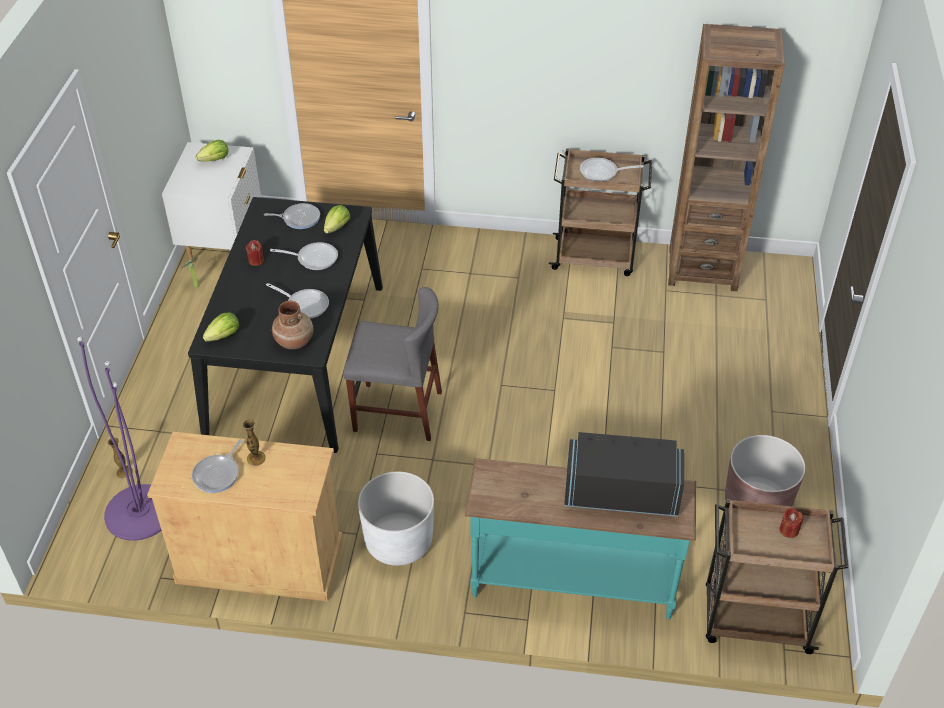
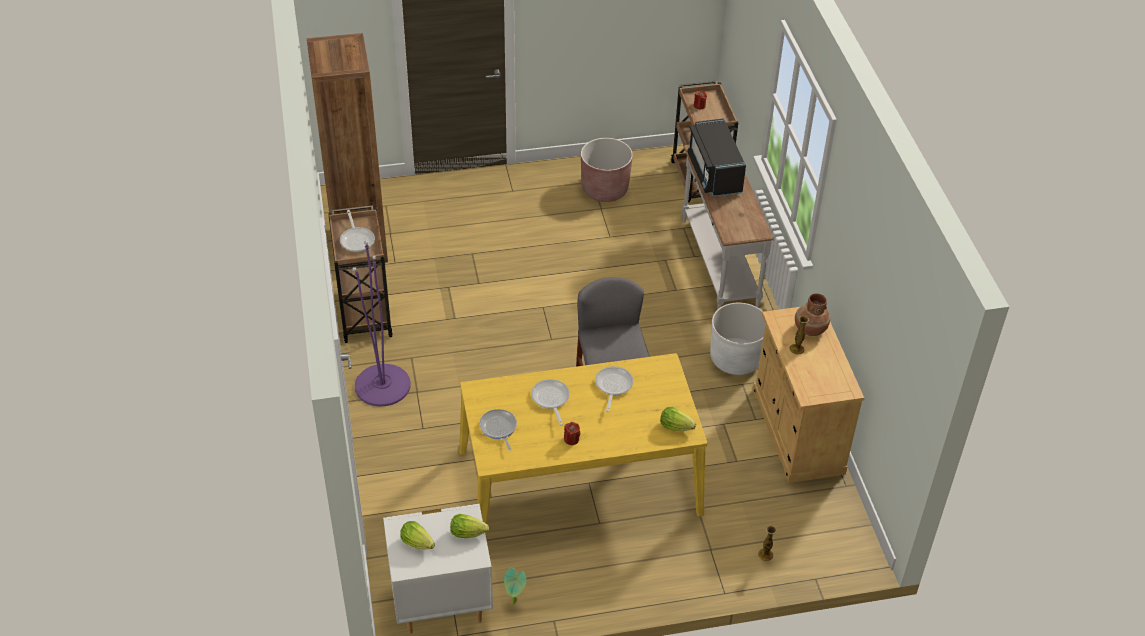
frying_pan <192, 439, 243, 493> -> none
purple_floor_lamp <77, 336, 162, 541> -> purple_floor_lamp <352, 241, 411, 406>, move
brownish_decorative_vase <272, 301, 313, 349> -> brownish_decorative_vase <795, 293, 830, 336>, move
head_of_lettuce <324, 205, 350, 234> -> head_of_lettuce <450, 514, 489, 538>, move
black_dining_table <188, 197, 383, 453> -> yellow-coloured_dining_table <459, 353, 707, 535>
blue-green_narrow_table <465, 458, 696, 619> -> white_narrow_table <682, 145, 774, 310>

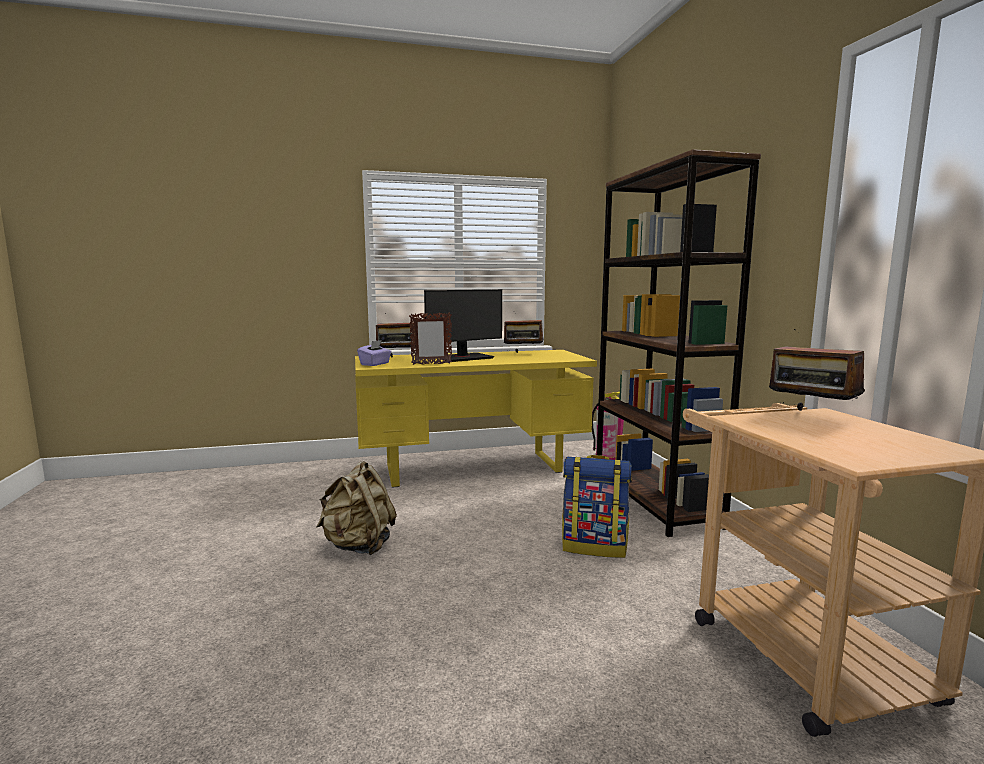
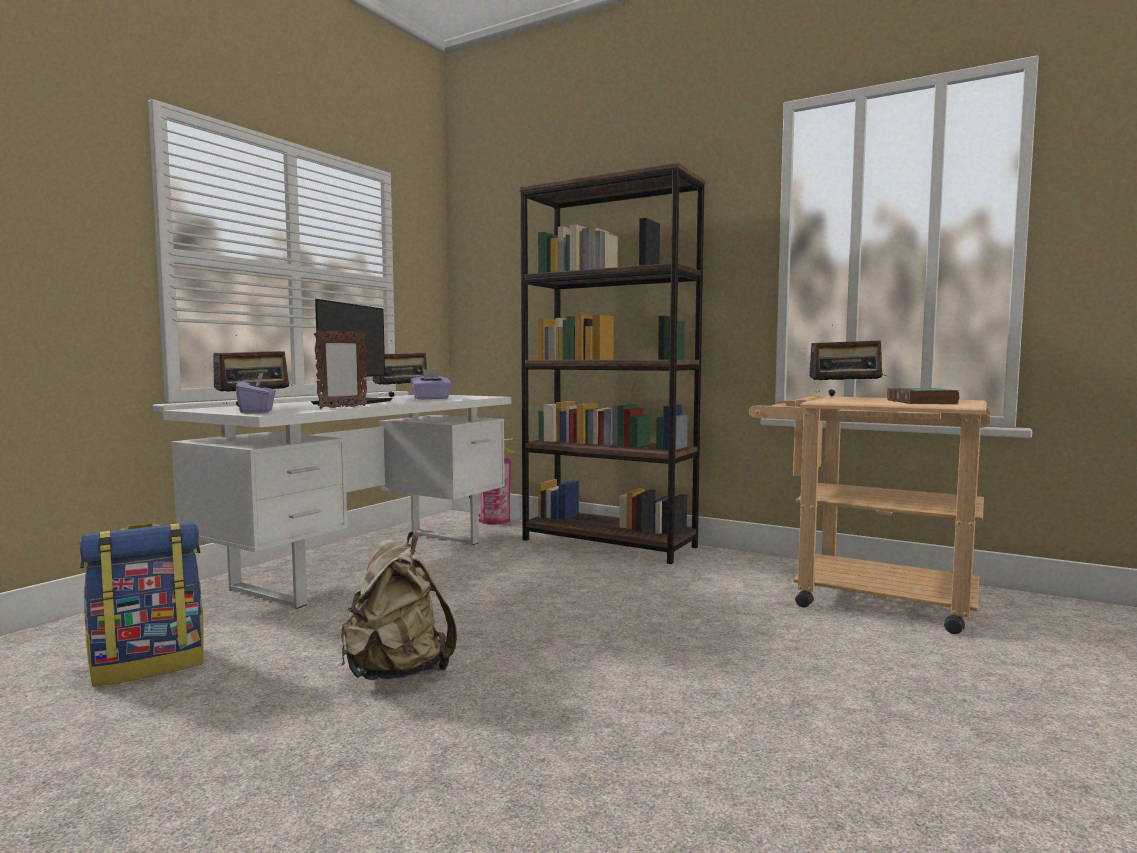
none -> purple_tissue_box <410, 369, 452, 399>
none -> volume <887, 388, 959, 404>
knapsack <562, 455, 632, 558> -> knapsack <79, 522, 204, 687>, move
yellow-coloured_desk_table <355, 350, 597, 488> -> white_desk_table <163, 395, 511, 609>

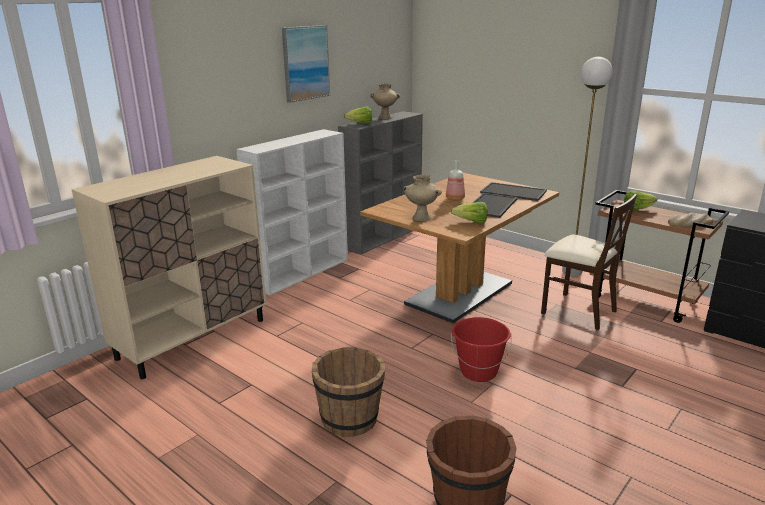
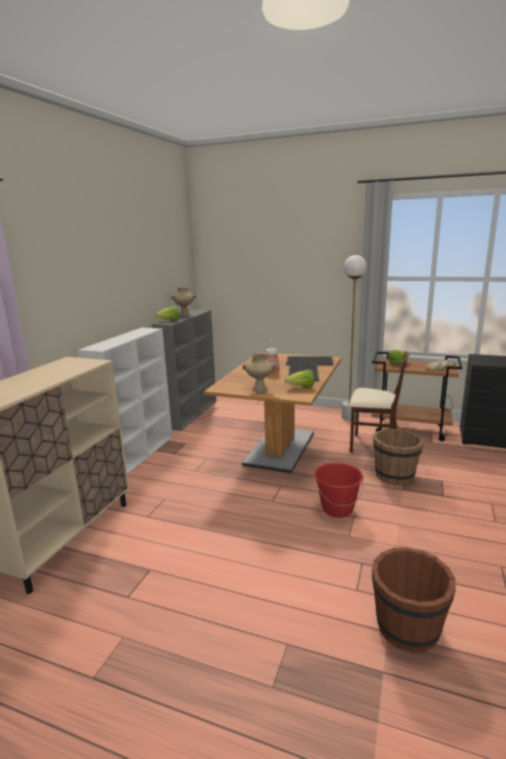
wall_picture <282, 25, 330, 103> -> none
brownish_pail <312, 348, 385, 437> -> brownish_pail <373, 429, 424, 485>, move

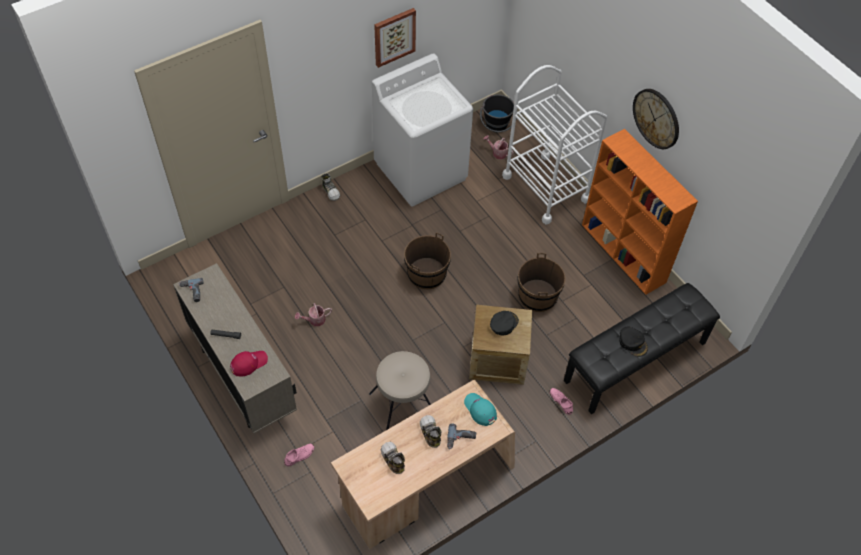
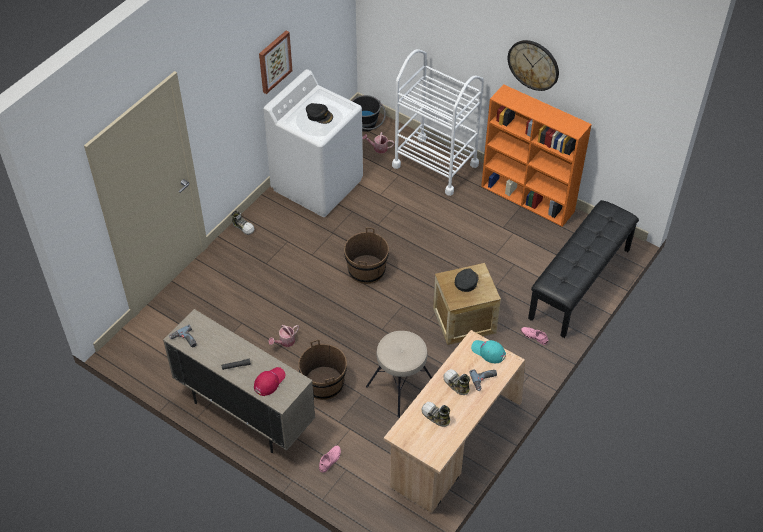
brownish_pail <518, 253, 566, 312> -> brownish_pail <298, 340, 347, 400>, move
black_cap <619, 326, 648, 357> -> black_cap <306, 103, 333, 124>, move

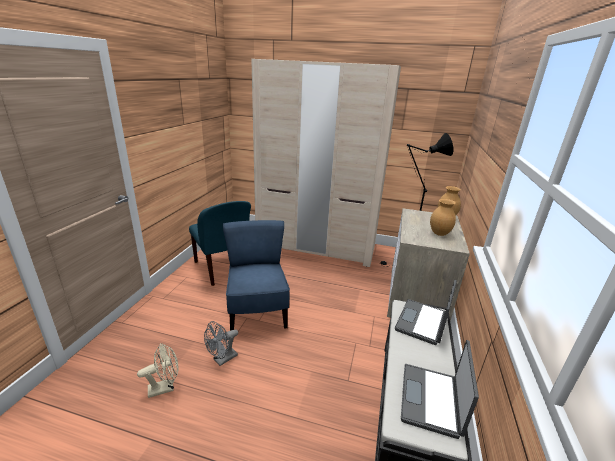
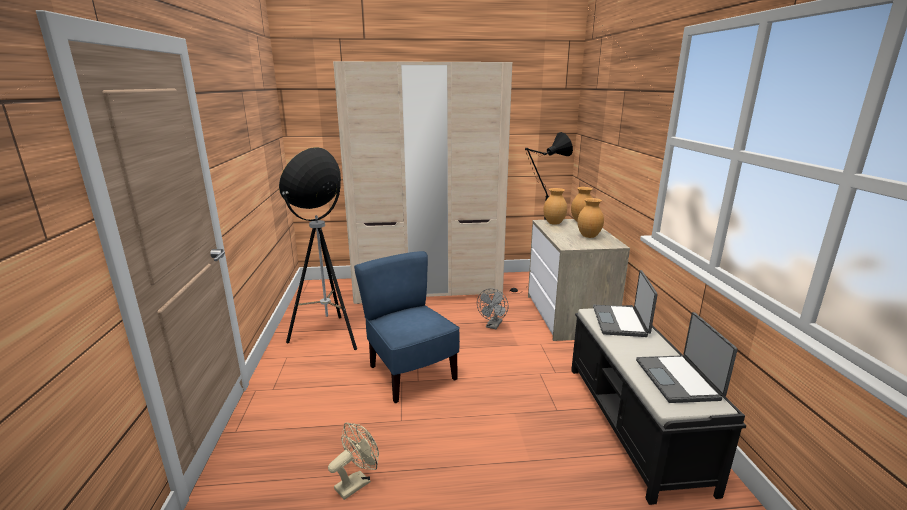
none -> brownish_decorative_vase <543, 188, 567, 225>
gray_fan <204, 321, 238, 366> -> gray_fan <477, 288, 508, 329>, move
blue-coloured_chair <189, 201, 251, 286> -> floor_lamp <279, 147, 357, 350>

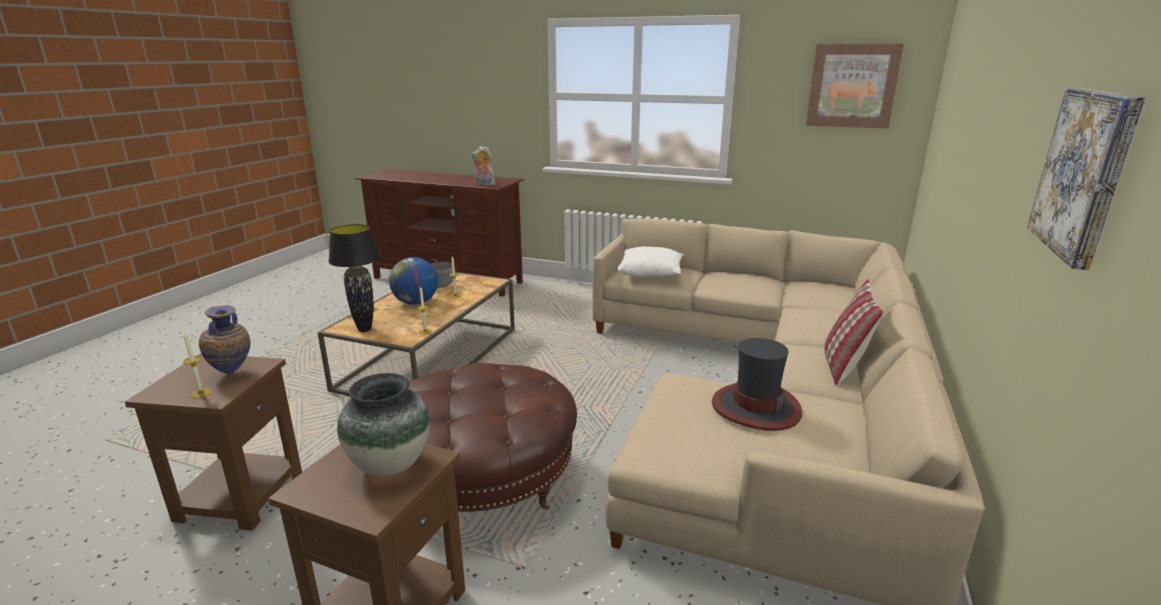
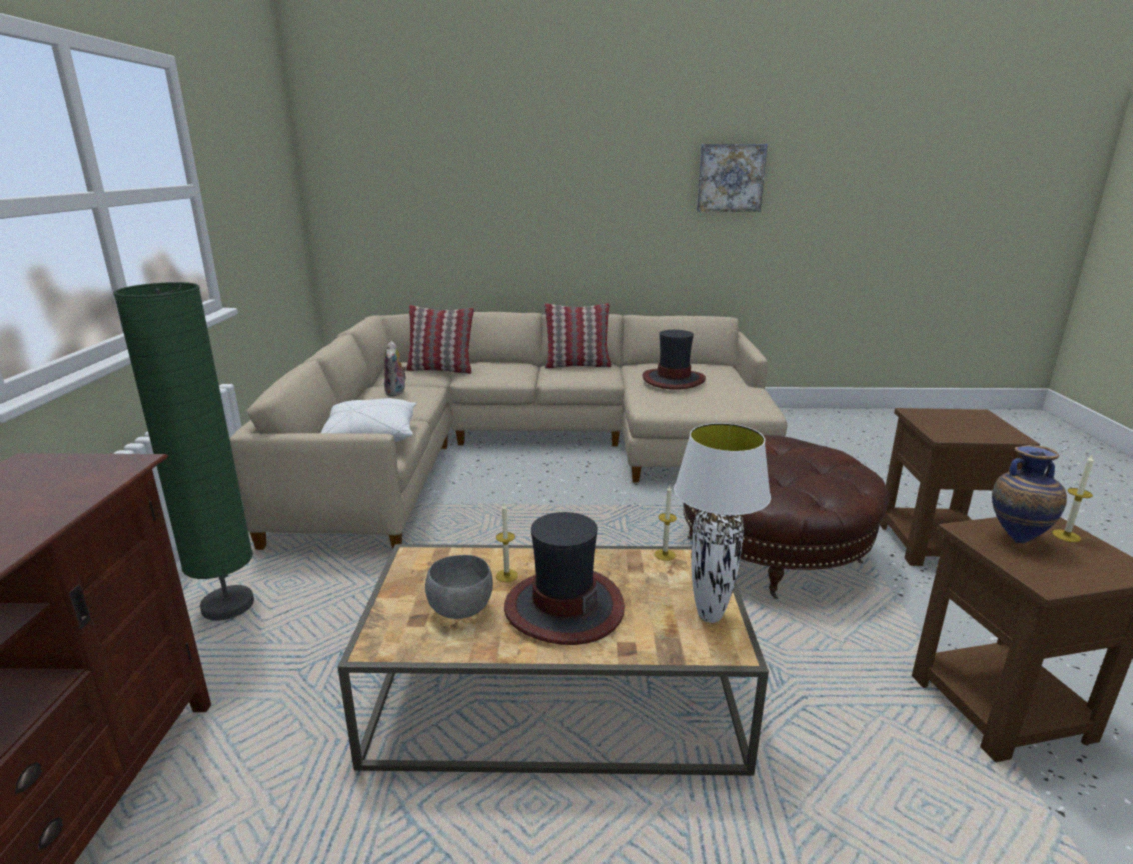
decorative_vase <337, 373, 430, 477> -> none
wall_picture <806, 44, 904, 128> -> none
none -> green-coloured_floor_lamp <113, 282, 254, 620>
none -> pillow <406, 305, 474, 374>
soft_toy <471, 146, 495, 186> -> soft_toy <384, 341, 407, 396>, move
desk_globe <389, 257, 438, 305> -> clothing_hat <504, 512, 625, 645>
black_tabletop_lamp <328, 224, 380, 332> -> white_tabletop_lamp <674, 423, 771, 623>

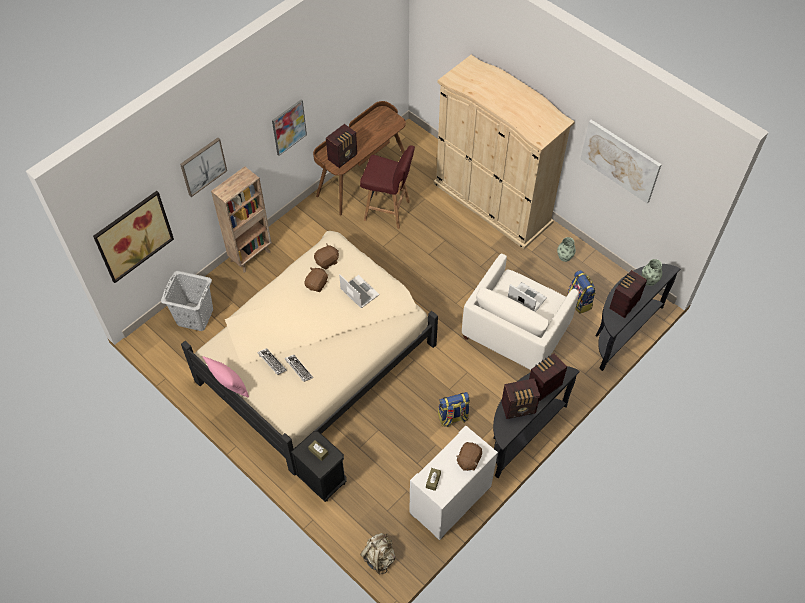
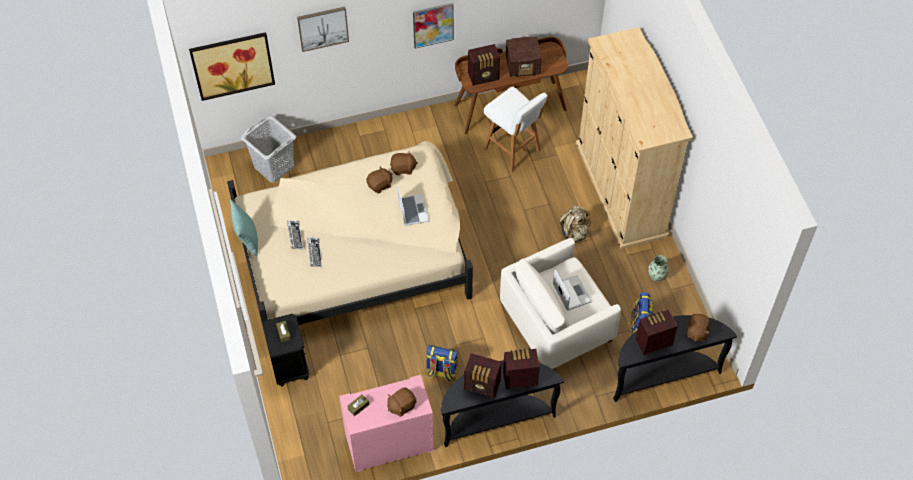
brownish_shelving_unit <211, 166, 272, 272> -> none
wall_picture <581, 120, 662, 203> -> none
none -> radio <506, 36, 542, 77>
sand-coloured_knapsack <360, 533, 396, 575> -> sand-coloured_knapsack <559, 206, 591, 242>, move
decorative_vase <642, 259, 662, 286> -> brownish_soft_toy <687, 314, 710, 341>
pink-coloured_pillow <203, 356, 249, 397> -> blue-green_pillow <230, 199, 258, 256>
red-coloured_stool <360, 145, 415, 229> -> white_stool <484, 87, 548, 172>
white_dresser <409, 425, 498, 541> -> pink-coloured_dresser <339, 375, 434, 472>

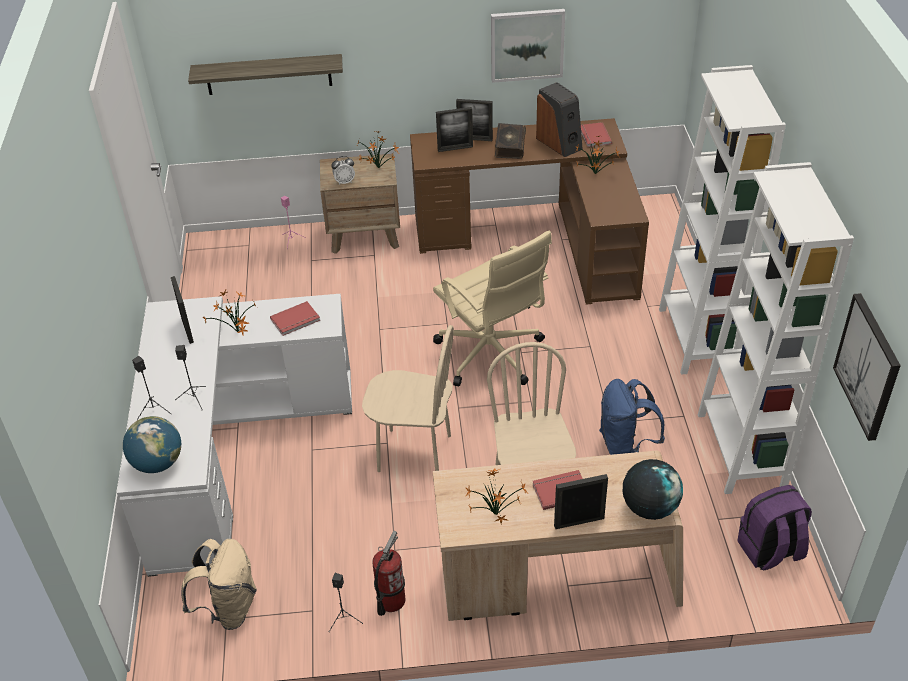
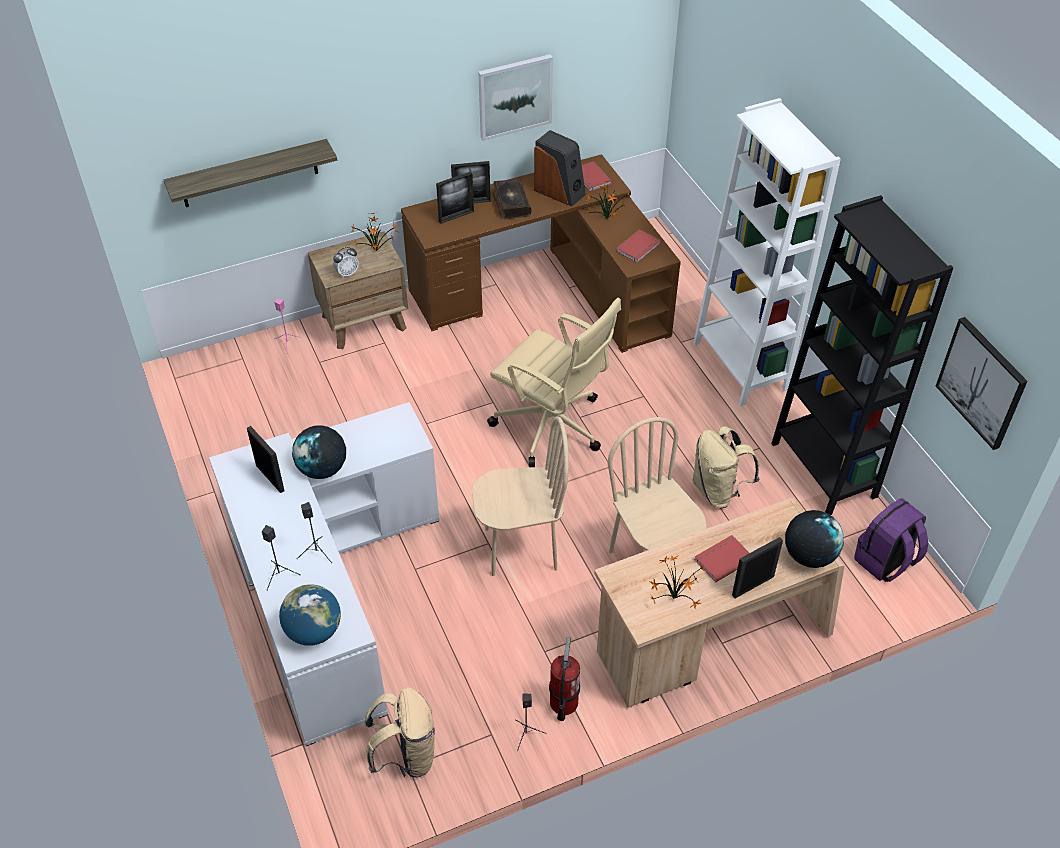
red-coloured_volume <270, 301, 320, 336> -> red-coloured_volume <616, 229, 661, 263>, move
plant_in_a_pot <203, 290, 258, 335> -> desk_globe <292, 425, 346, 479>
blue-coloured_knapsack <599, 379, 665, 455> -> sand-coloured_knapsack <693, 426, 759, 508>
white_shelving_unit <698, 162, 854, 494> -> black_shelving_unit <771, 195, 953, 515>

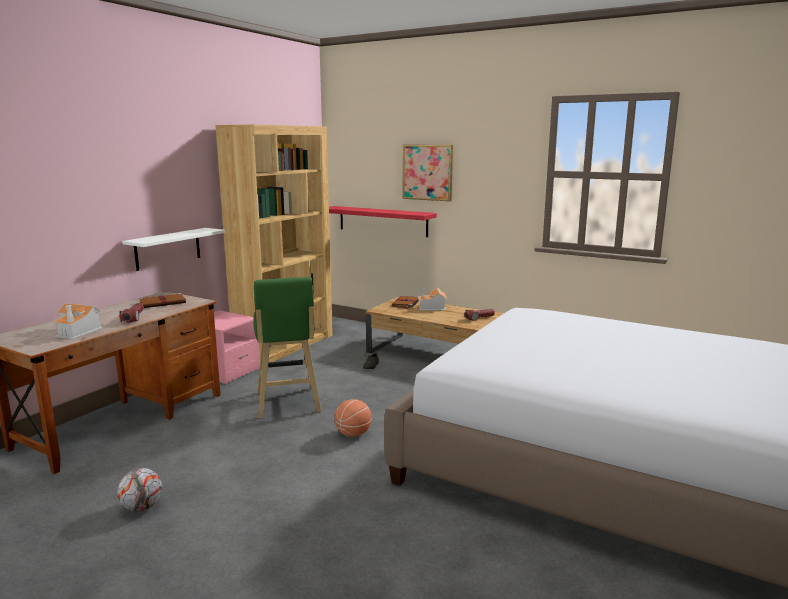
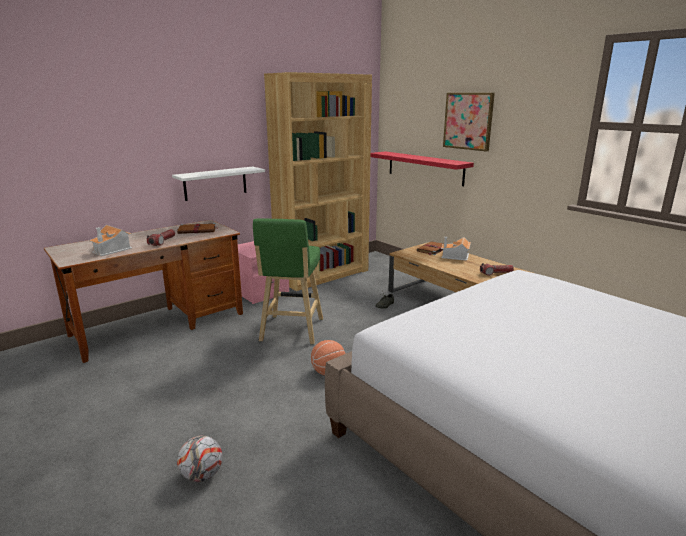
football_ball <117, 468, 162, 512> -> football_ball <177, 436, 222, 482>, move

